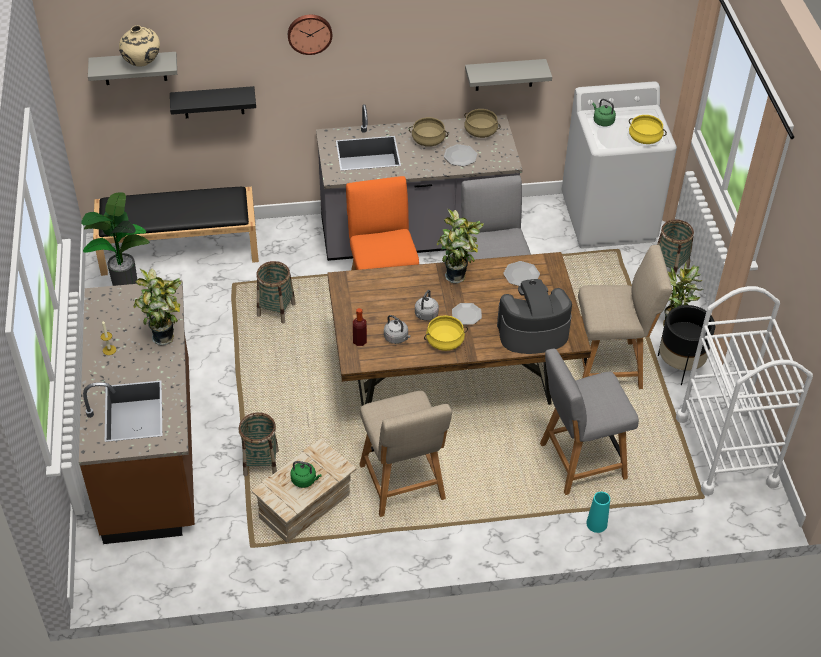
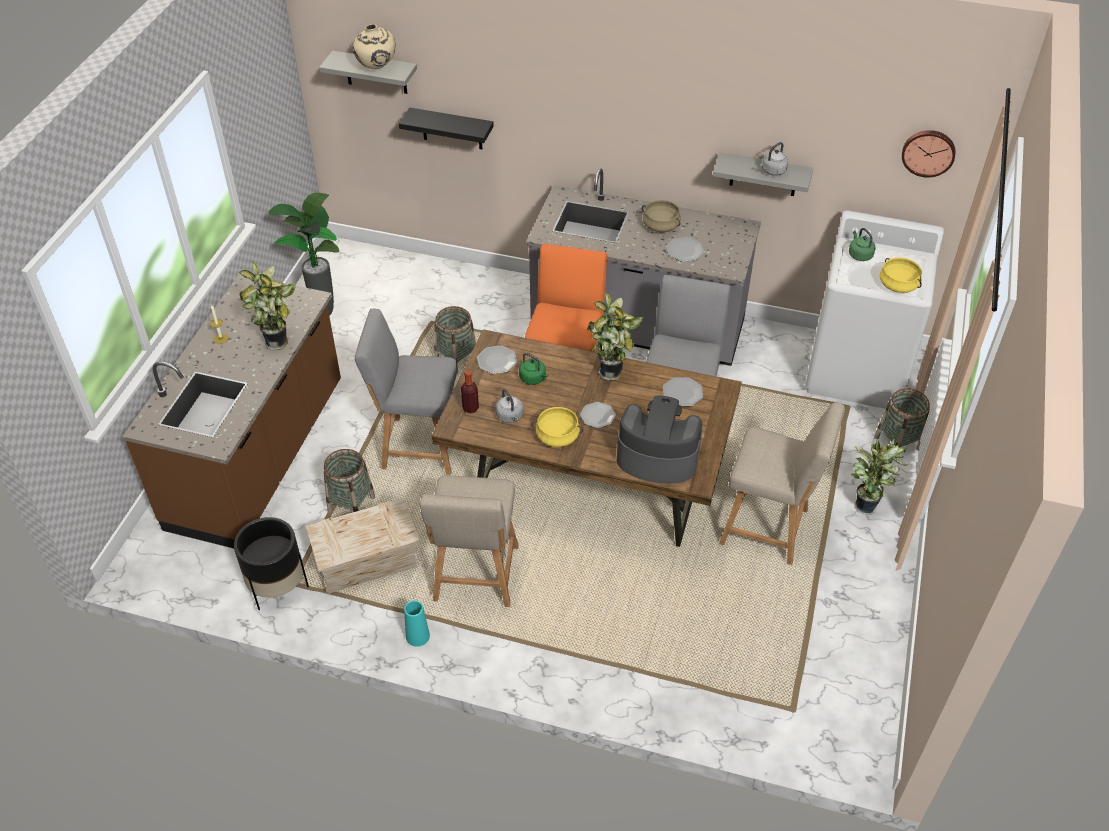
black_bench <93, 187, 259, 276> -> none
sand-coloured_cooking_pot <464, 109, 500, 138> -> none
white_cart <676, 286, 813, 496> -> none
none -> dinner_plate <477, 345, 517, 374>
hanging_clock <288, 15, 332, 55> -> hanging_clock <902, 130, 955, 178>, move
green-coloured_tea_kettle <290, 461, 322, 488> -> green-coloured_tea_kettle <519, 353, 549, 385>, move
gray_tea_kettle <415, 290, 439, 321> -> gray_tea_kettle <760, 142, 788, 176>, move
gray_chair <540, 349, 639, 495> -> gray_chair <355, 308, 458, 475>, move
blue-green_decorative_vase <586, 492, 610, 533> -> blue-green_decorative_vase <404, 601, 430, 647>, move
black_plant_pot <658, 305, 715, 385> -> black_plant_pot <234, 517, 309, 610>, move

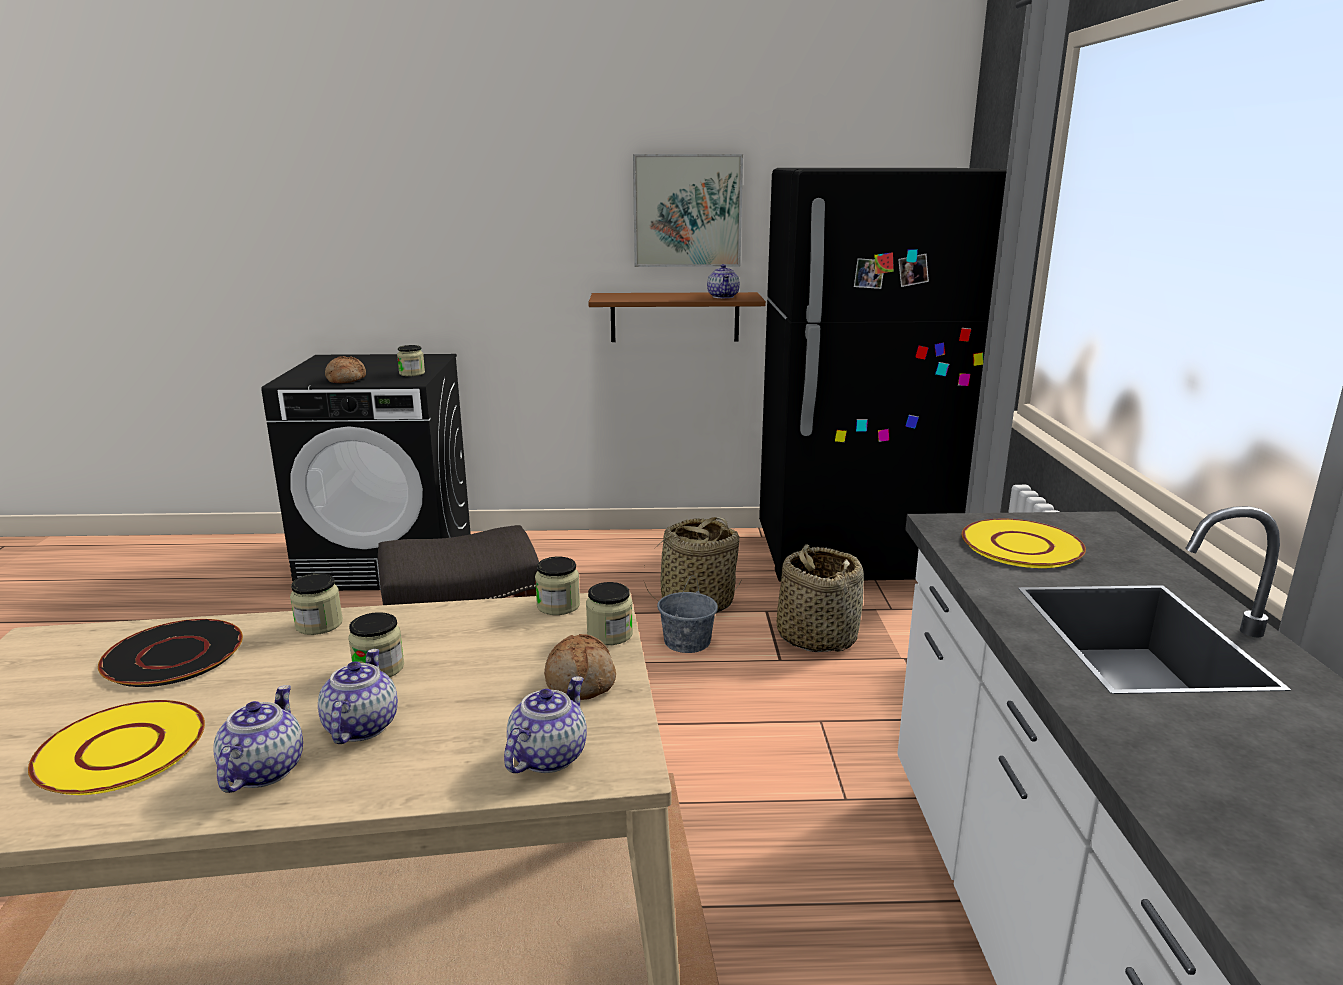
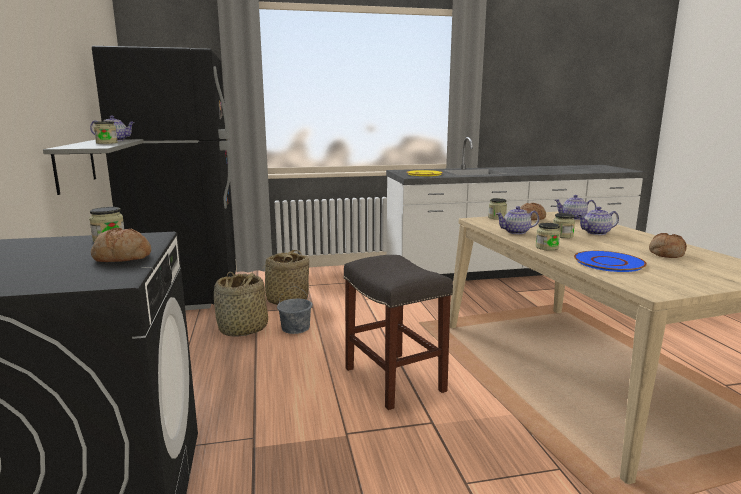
wall_picture <633, 154, 743, 267> -> none
pot_for_tea <213, 685, 303, 793> -> pot_for_tea <496, 206, 539, 234>, move
jar <535, 556, 580, 615> -> jar <94, 121, 118, 144>, move
yellow-coloured_dinner_plate <28, 700, 205, 795> -> baked_bread <649, 233, 687, 258>
black_dinner_plate <98, 619, 243, 687> -> blue-coloured_dinner_plate <574, 251, 647, 272>
brownish_bracket_shelf <588, 292, 766, 342> -> gray_bracket_shelf <43, 139, 144, 195>

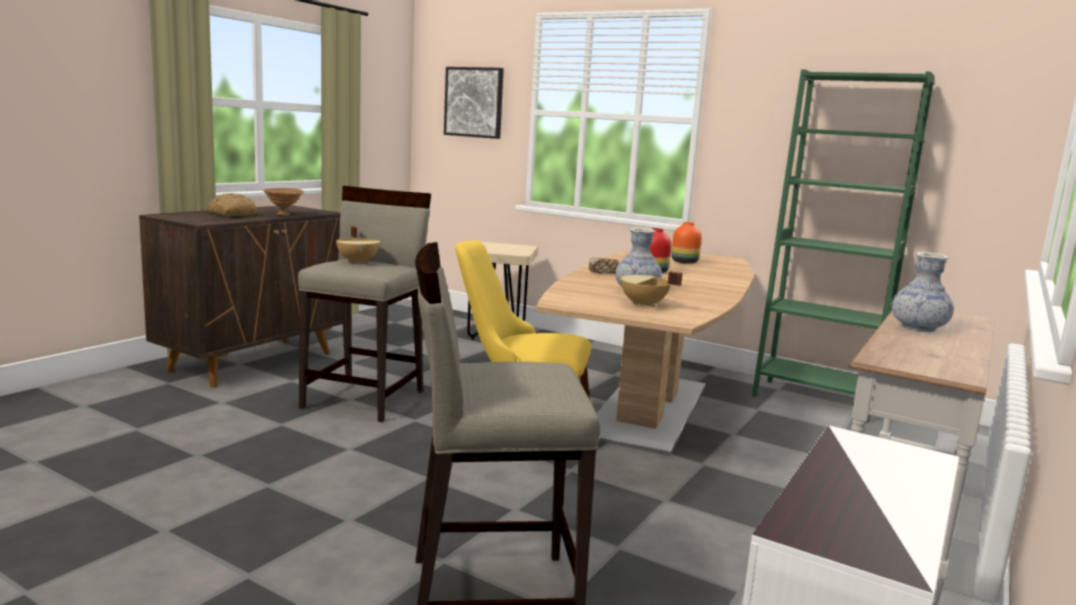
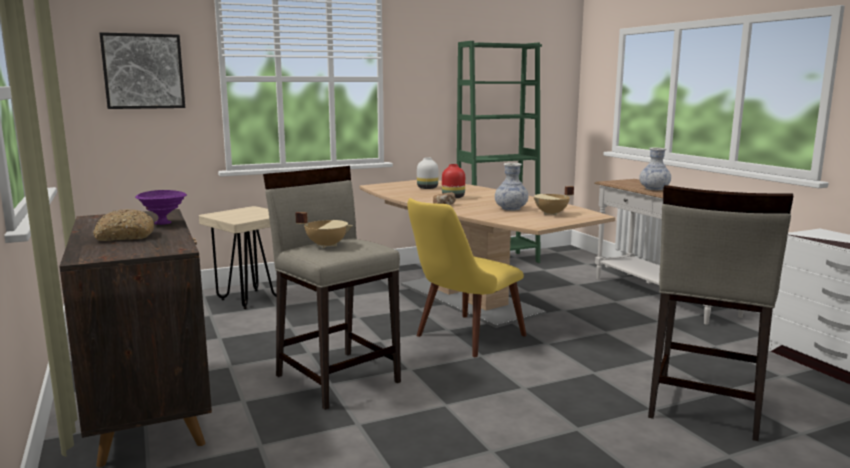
brownish_bowl <263, 188, 304, 216> -> purple_bowl <135, 190, 187, 225>
orange_decorative_vase <671, 222, 702, 264> -> white_decorative_vase <417, 157, 438, 189>

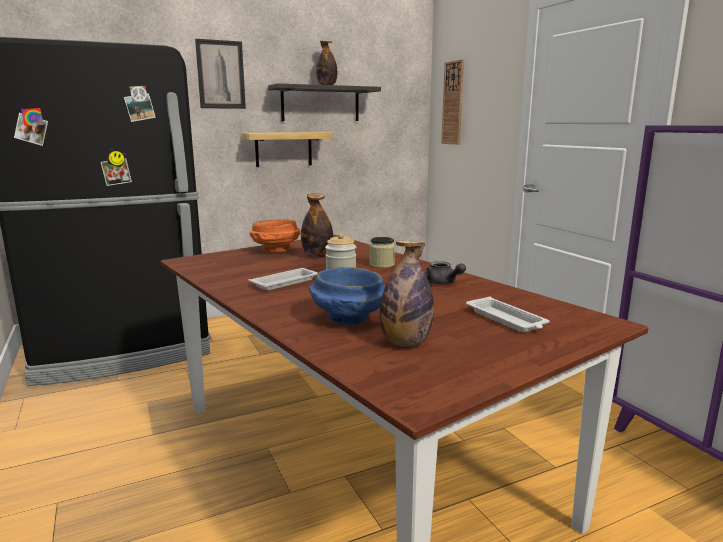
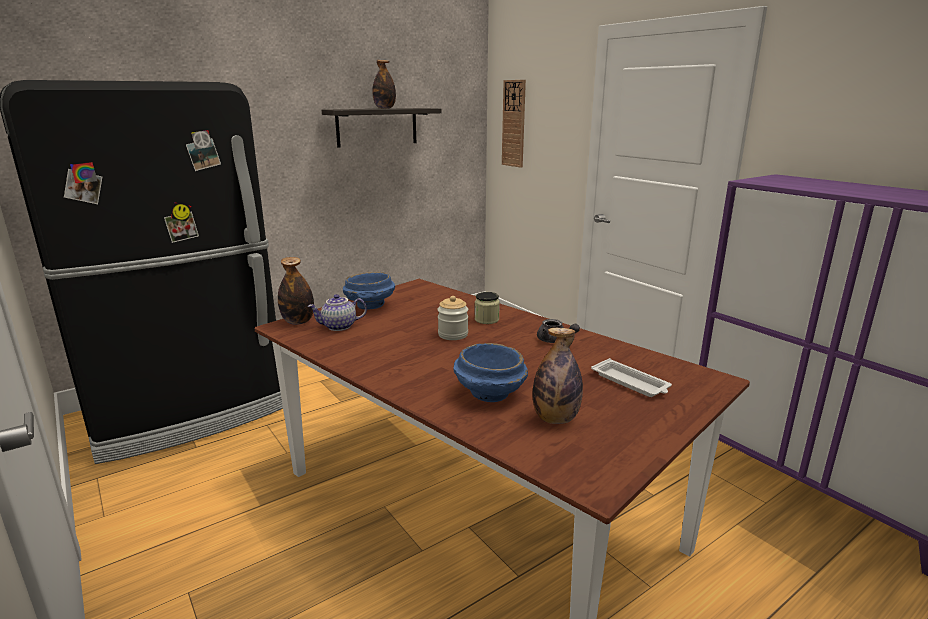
wall_picture <195, 39, 246, 109> -> none
bracket_shelf <242, 132, 332, 167> -> none
white_serving_tray <248, 268, 318, 290> -> none
none -> pot_for_tea <307, 294, 367, 331>
bottle <301, 193, 333, 258> -> bottle <278, 257, 314, 325>, move
orange_bowl <249, 220, 301, 253> -> blue-coloured_bowl <343, 272, 395, 309>

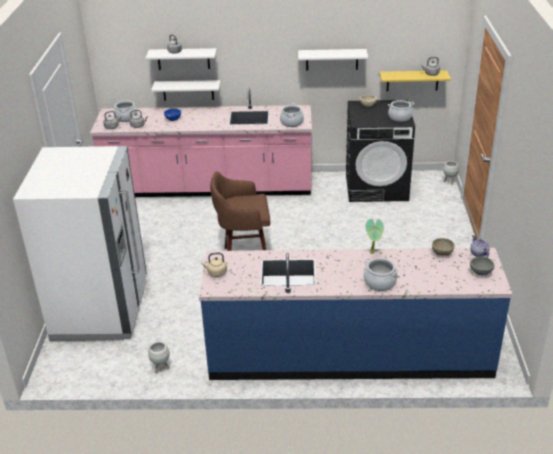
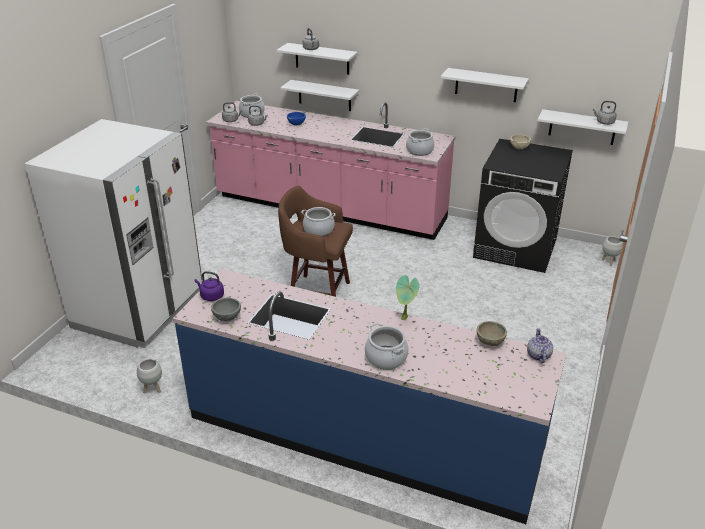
cooking_pot <388, 100, 414, 122> -> cooking_pot <301, 207, 336, 236>, move
gray_bowl <470, 256, 495, 276> -> gray_bowl <211, 298, 241, 321>, move
sand-coloured_tea_kettle <201, 253, 227, 277> -> purple_tea_kettle <195, 271, 224, 301>
yellow-coloured_bracket_shelf <380, 70, 451, 91> -> white_bracket_shelf <537, 109, 628, 145>

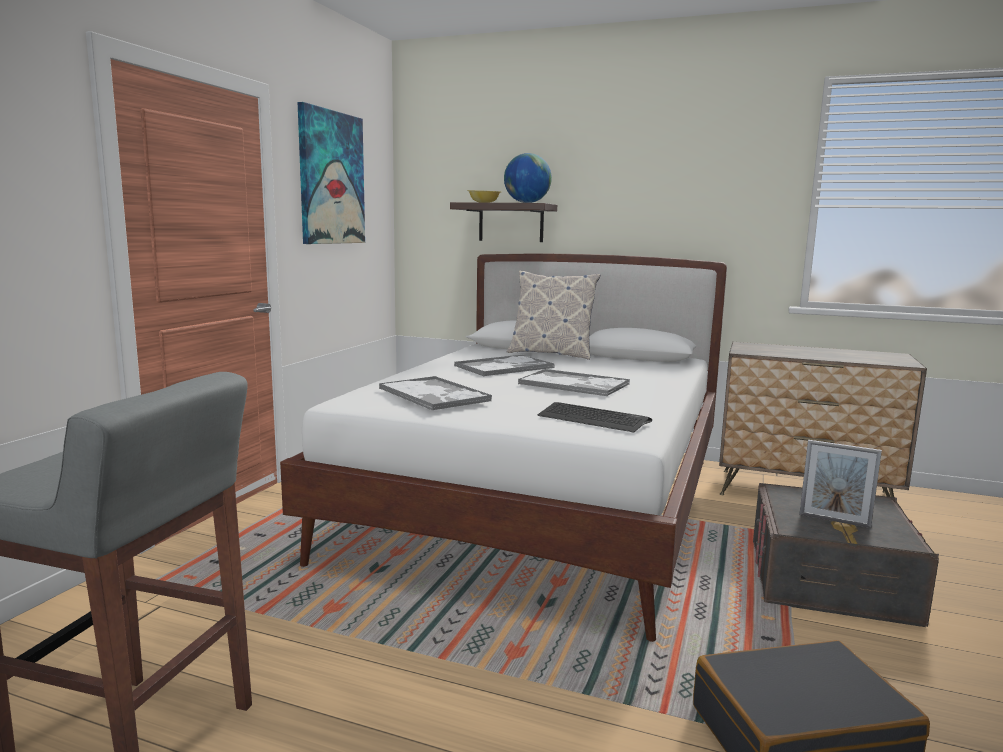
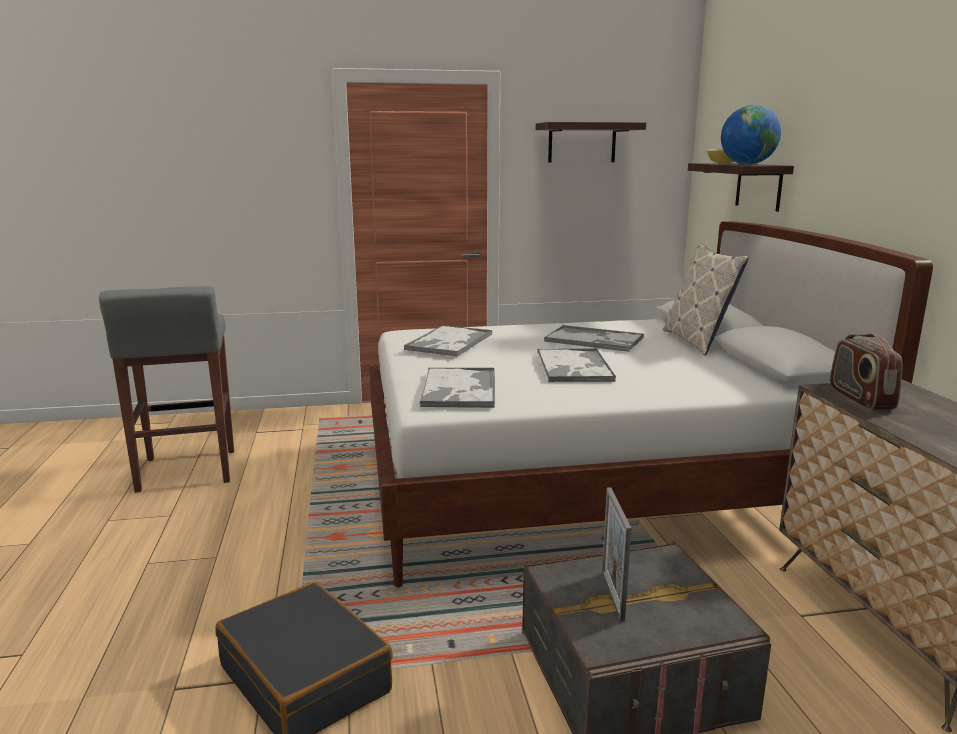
none -> radio <830, 334, 903, 410>
wall_picture <298, 102, 365, 244> -> bracket_shelf <536, 122, 646, 162>
computer_keyboard <538, 402, 652, 433> -> serving_tray <419, 368, 495, 408>

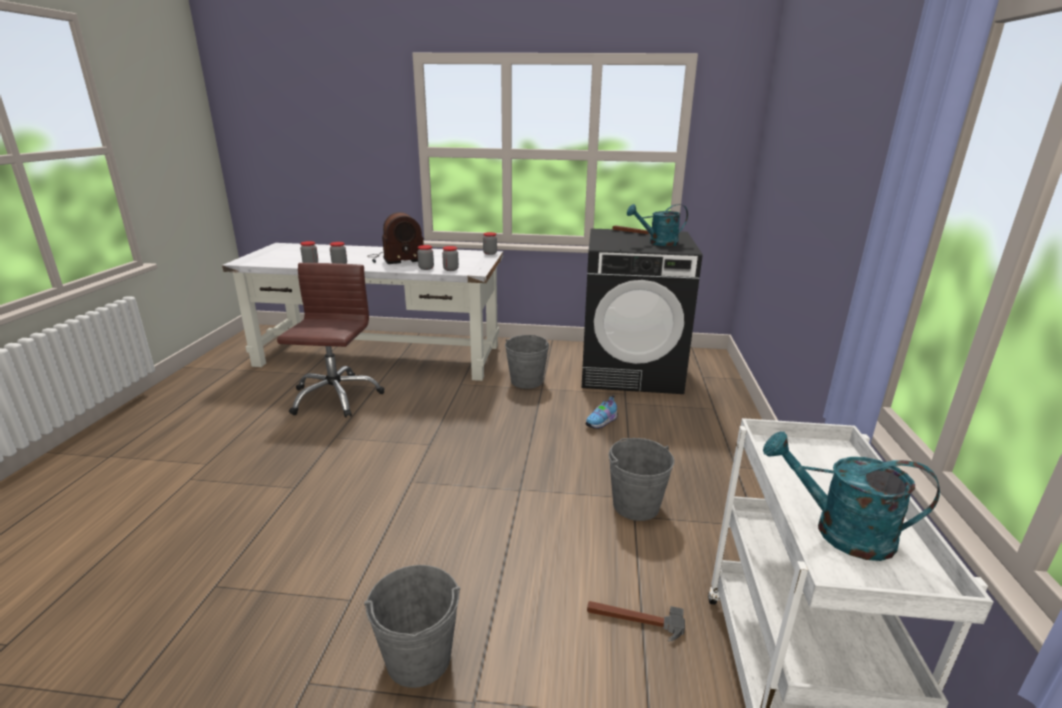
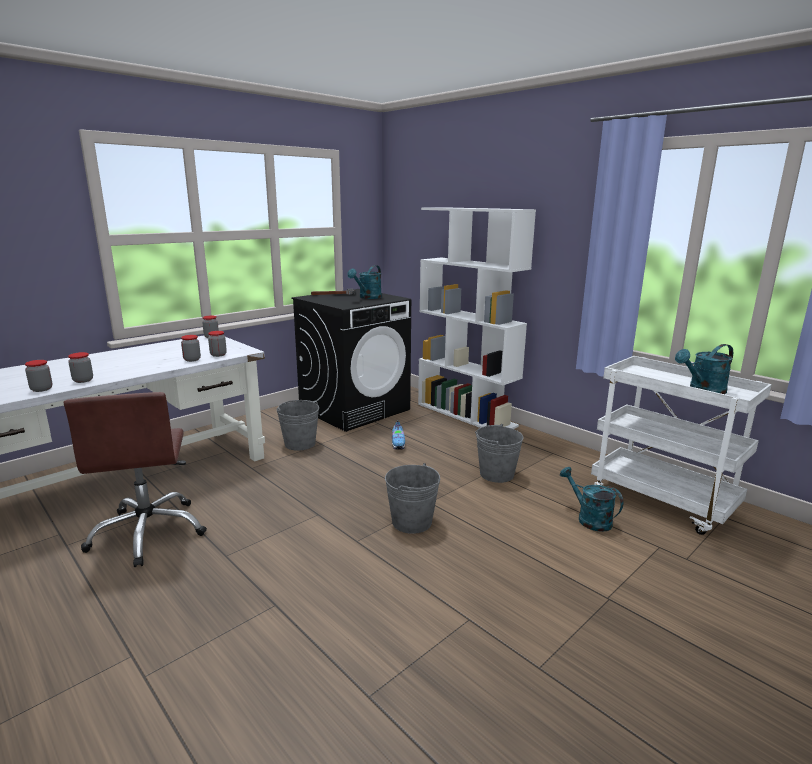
radio <367, 212, 424, 264> -> none
none -> white_shelving_unit <418, 207, 536, 429>
gray_pail <364, 565, 460, 688> -> gray_pail <385, 463, 440, 534>, move
hand_hammer <587, 601, 685, 641> -> blue-green_watering_can <560, 467, 624, 532>
brownish_desk_chair <277, 263, 385, 418> -> brownish_desk_chair <64, 392, 207, 567>, 150 degrees counterclockwise

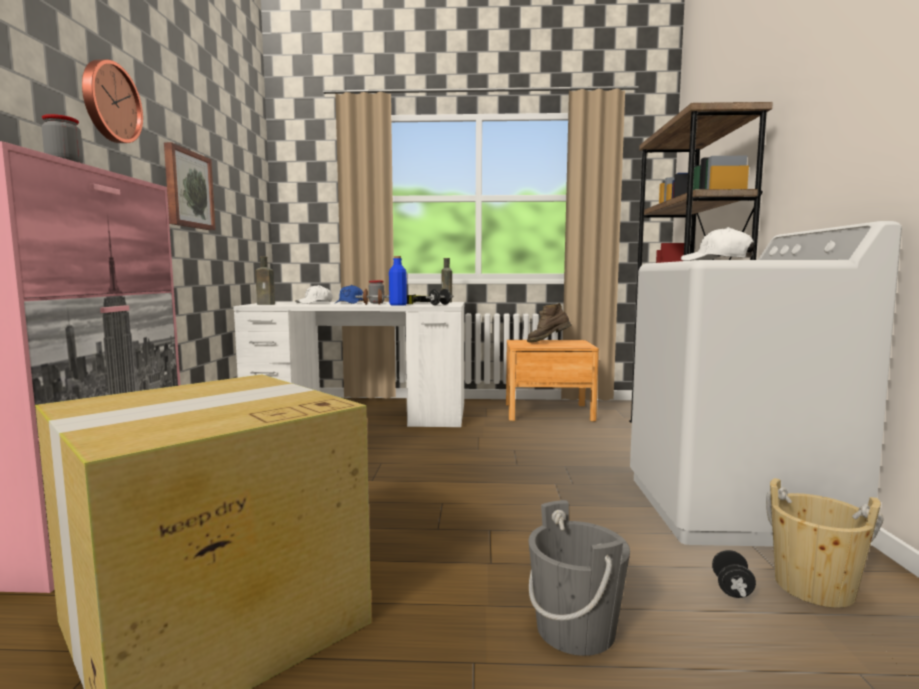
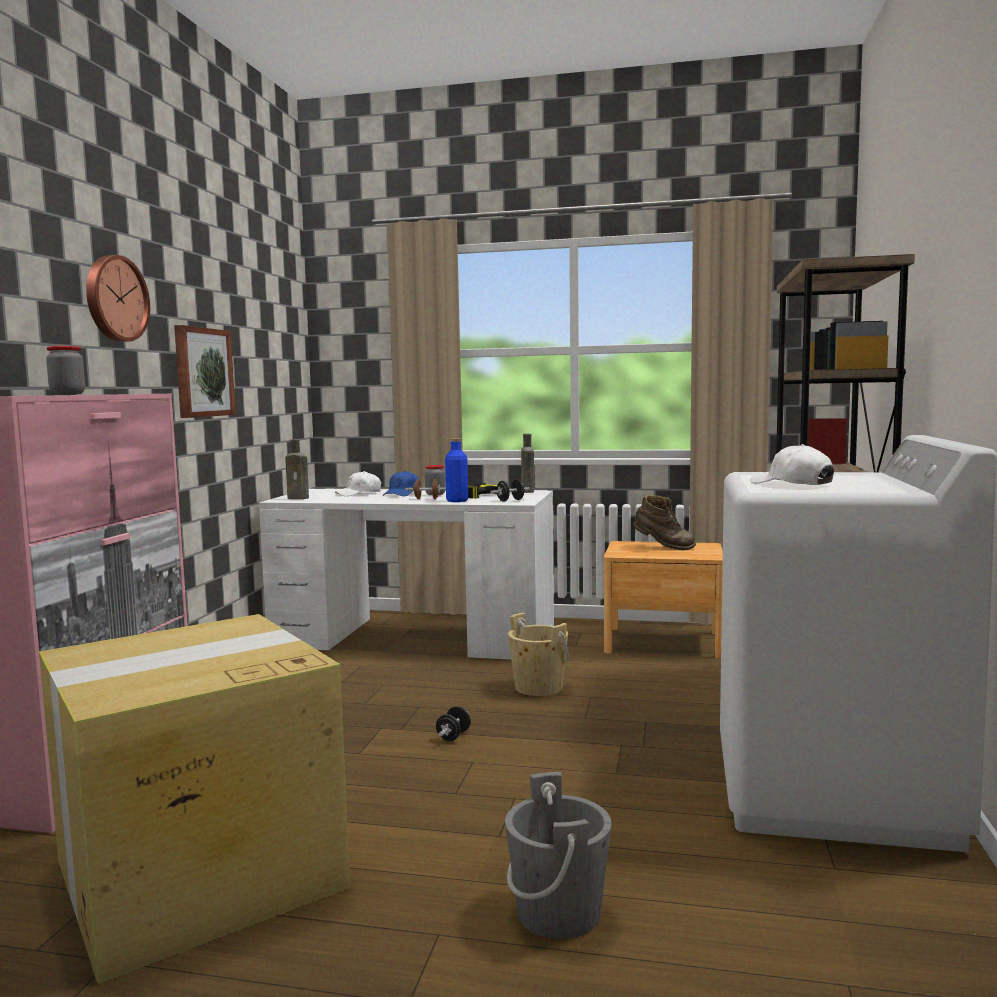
black_free_weight <712, 550, 756, 598> -> black_free_weight <436, 706, 471, 741>, move
sand-coloured_pail <766, 478, 884, 608> -> sand-coloured_pail <508, 613, 569, 696>, move
brownish_boot <527, 303, 572, 342> -> brownish_boot <633, 495, 696, 550>, 150 degrees counterclockwise

